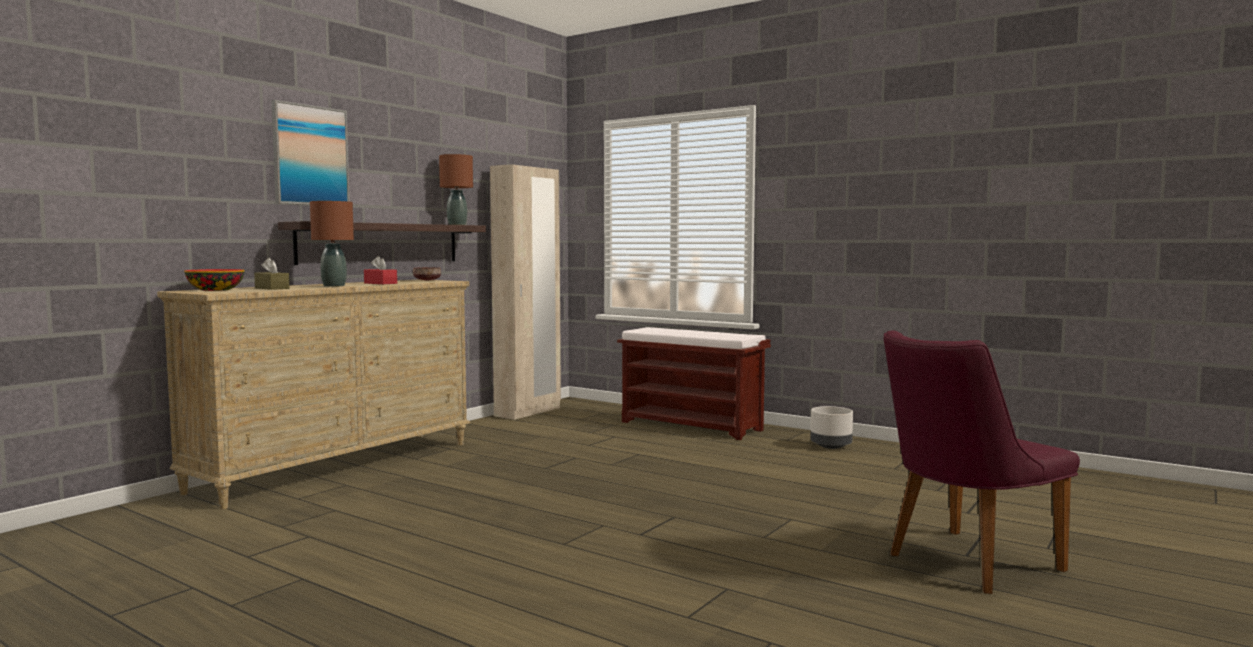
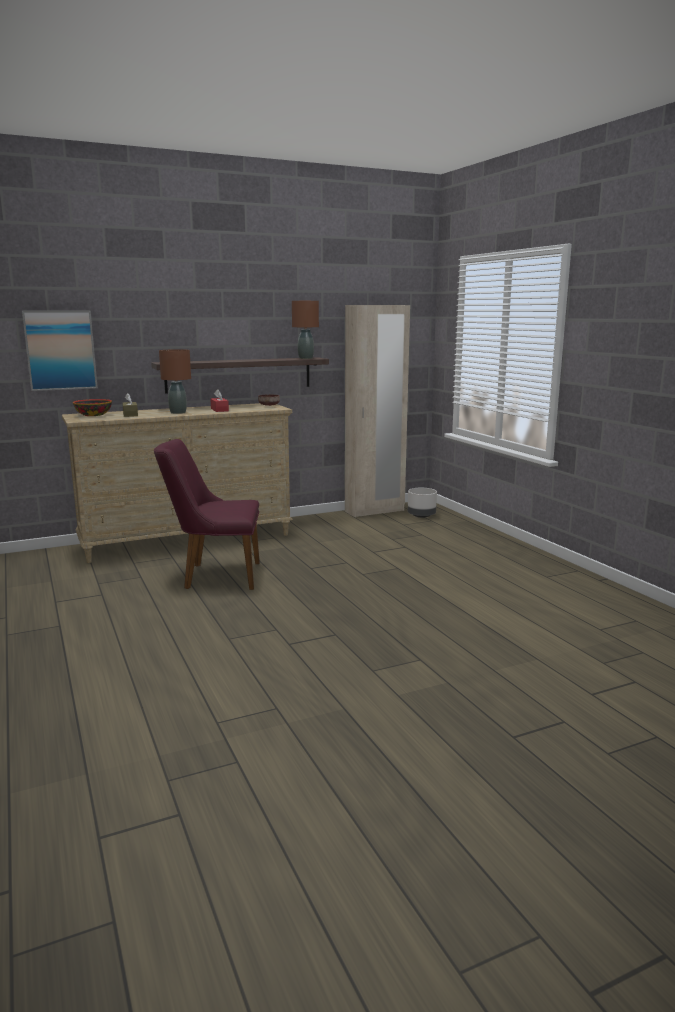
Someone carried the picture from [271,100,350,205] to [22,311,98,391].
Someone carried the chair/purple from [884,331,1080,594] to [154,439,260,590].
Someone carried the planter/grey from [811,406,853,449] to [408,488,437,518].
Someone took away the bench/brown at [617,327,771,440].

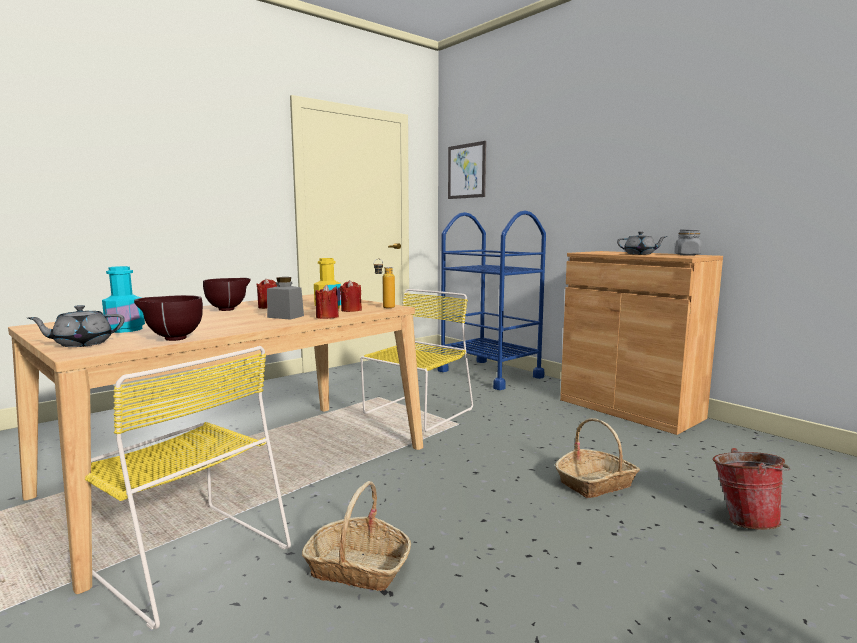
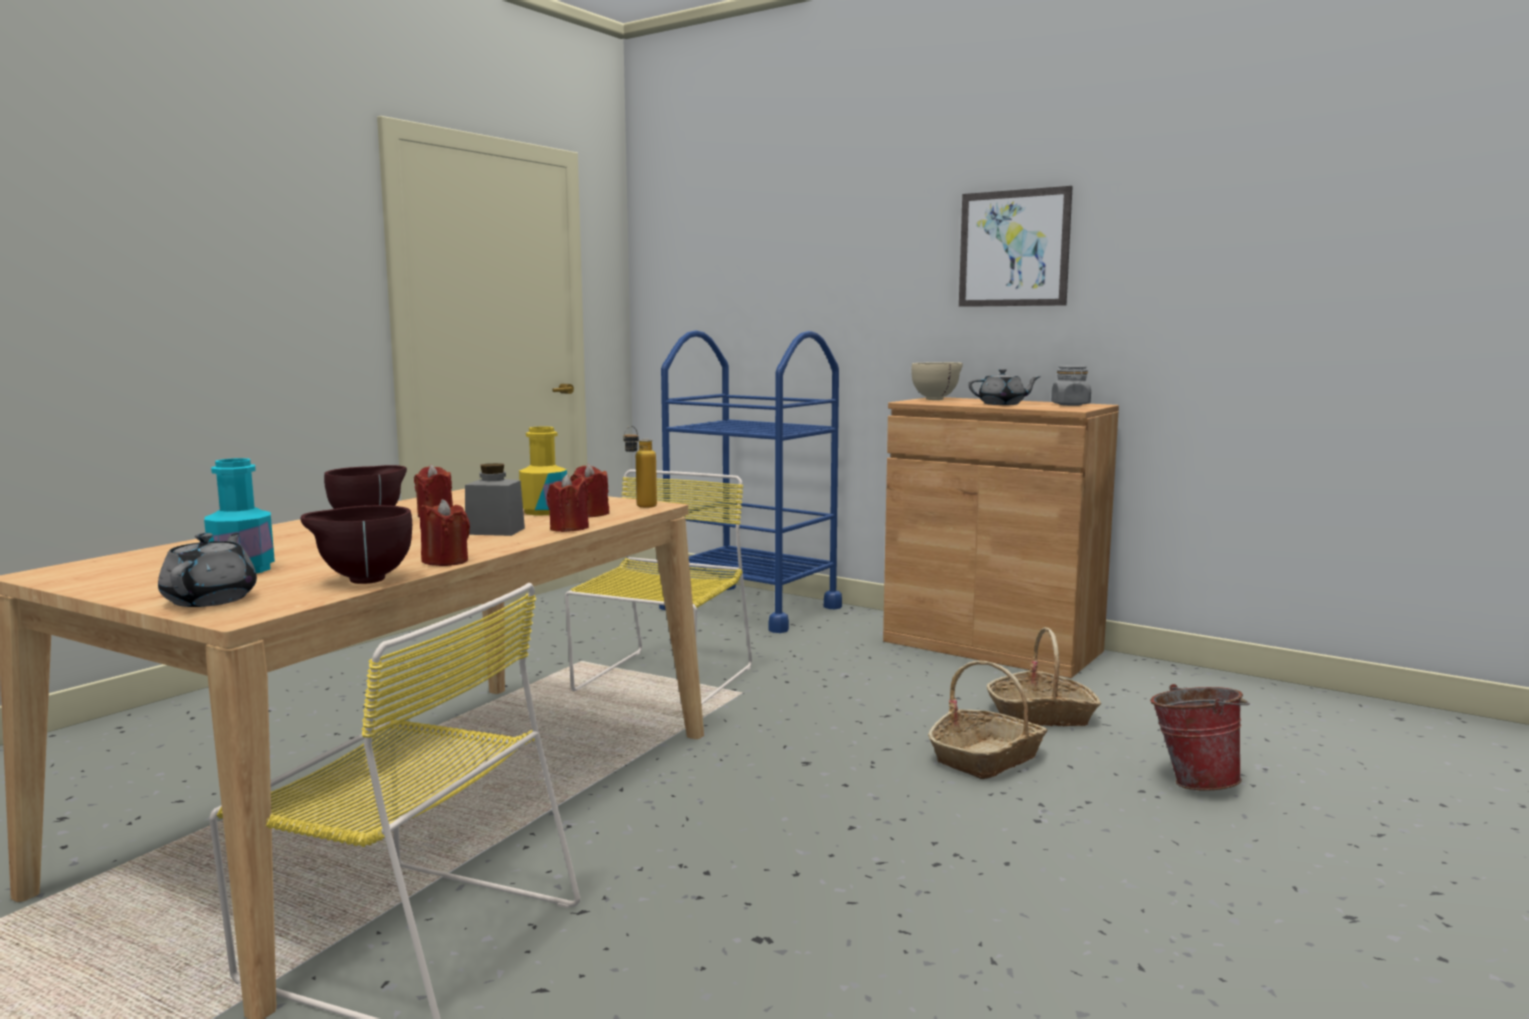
Someone rotated the teapot/grey at [28,305,125,347] by 135 degrees clockwise.
Someone put down the candle/red at [420,499,470,566].
Someone put down the bowl/beige at [911,362,963,400].
Someone carried the picture from [448,141,486,199] to [959,186,1073,307].
Someone carried the basket from [302,481,411,591] to [987,627,1102,726].

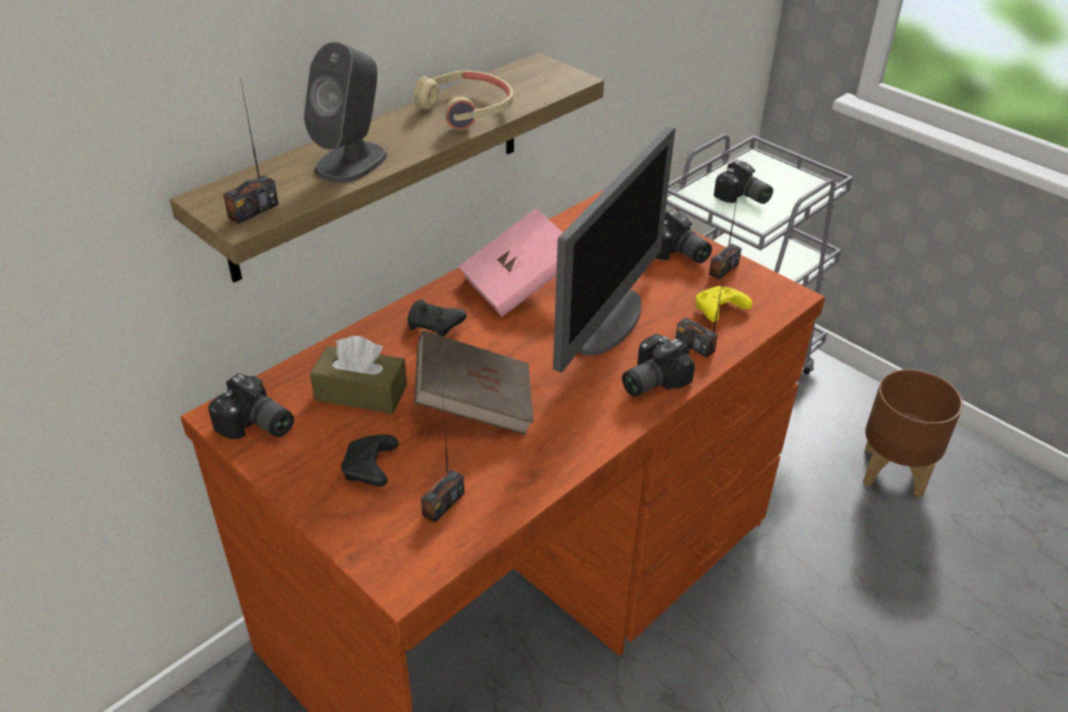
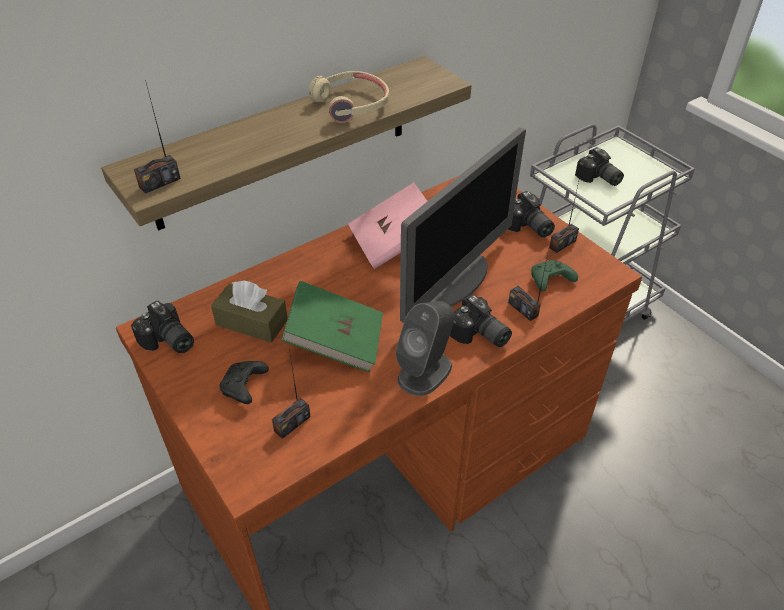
Someone repainted the book/brown at [414,331,534,435], which became the book/green at [281,281,383,372].
Someone carried the speaker/grey from [304,42,387,183] to [396,301,454,396].
Someone rotated the photo camera at [622,334,695,396] by 105 degrees counterclockwise.
Someone repainted the game controller/yellow at [696,286,753,322], which became the game controller/green at [531,260,578,291].
Someone took away the game controller/black at [407,300,467,336].
Someone took away the planter/brown at [863,369,963,498].

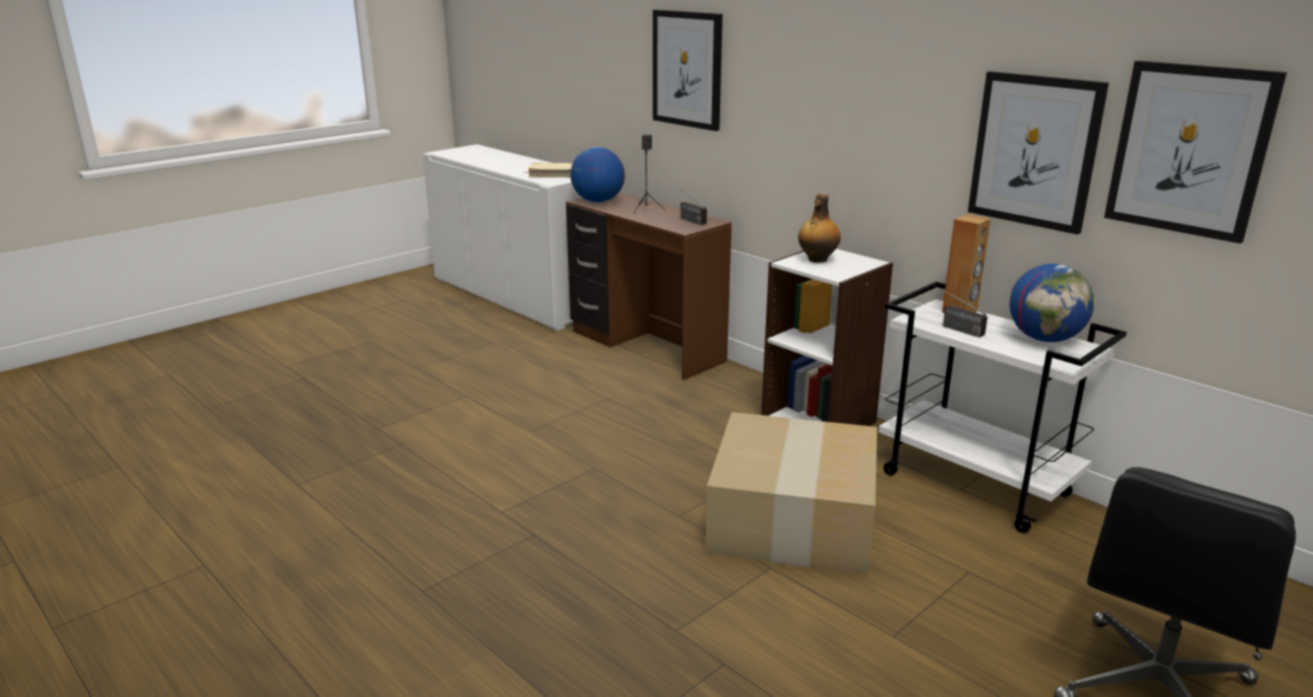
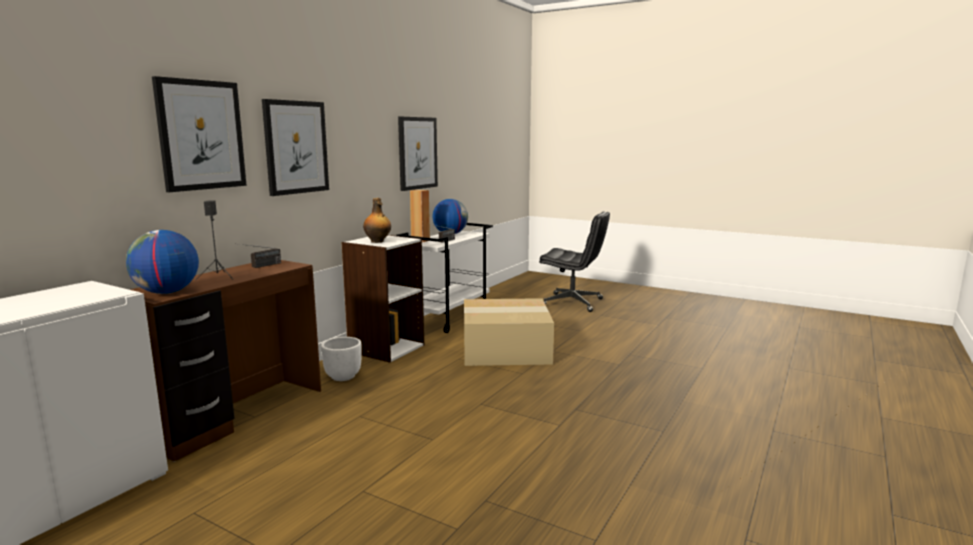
Someone carried the picture from [1104,61,1287,244] to [262,99,329,196].
Someone put down the planter/white at [321,337,362,381].
Someone took away the book/beige at [524,163,573,178].

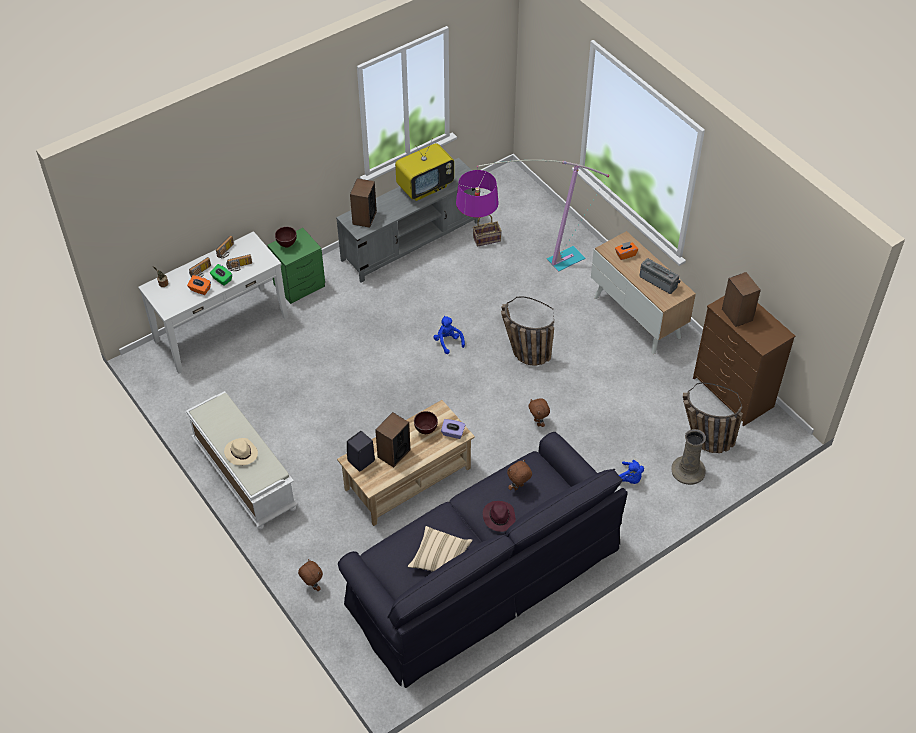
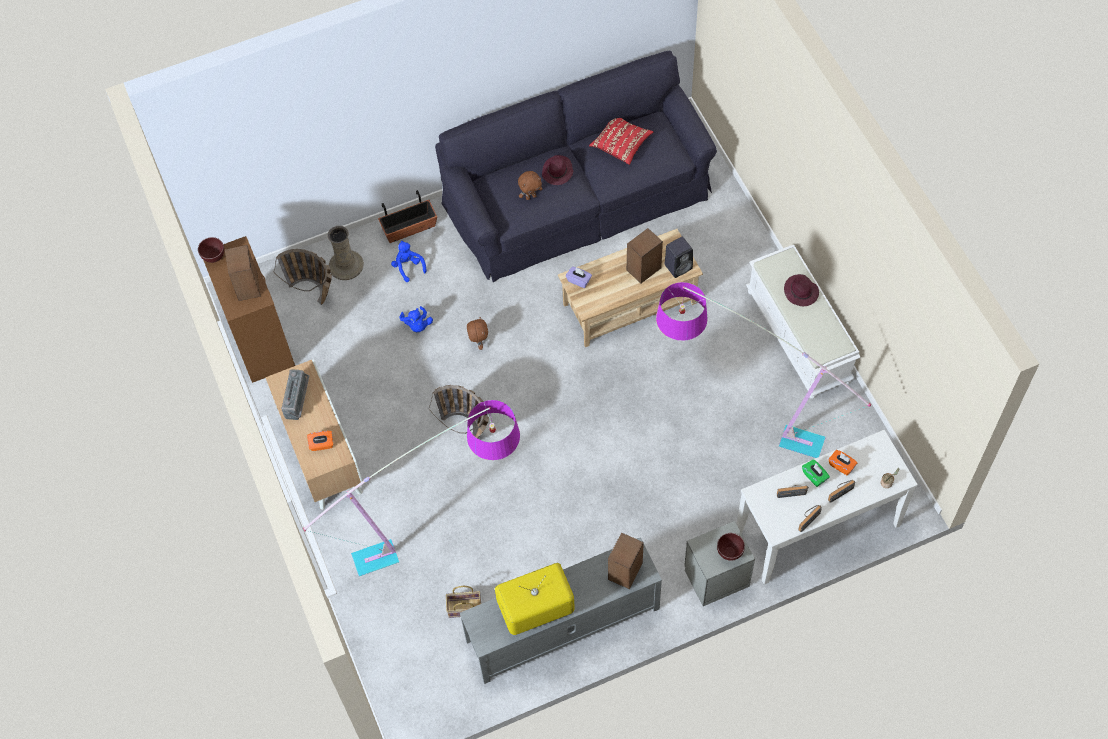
Someone carried the bowl/brown from [414,411,438,434] to [198,237,224,263].
Someone rotated the radio at [639,258,681,294] by 135 degrees counterclockwise.
Someone put down the planter at [378,190,437,243].
Someone carried the plush toy/blue from [433,316,465,354] to [400,306,433,332].
Someone repainted the pillow/beige at [408,526,472,572], which became the pillow/red at [589,118,653,165].
Someone put down the floor lamp at [656,282,871,458].
Someone repainted the nightstand/green at [267,228,325,304], which became the nightstand/grey at [684,521,755,606].
Someone repainted the hat/beige at [224,438,258,465], which became the hat/purple at [784,274,819,306].
Someone took away the plush toy/brown at [298,559,323,591].

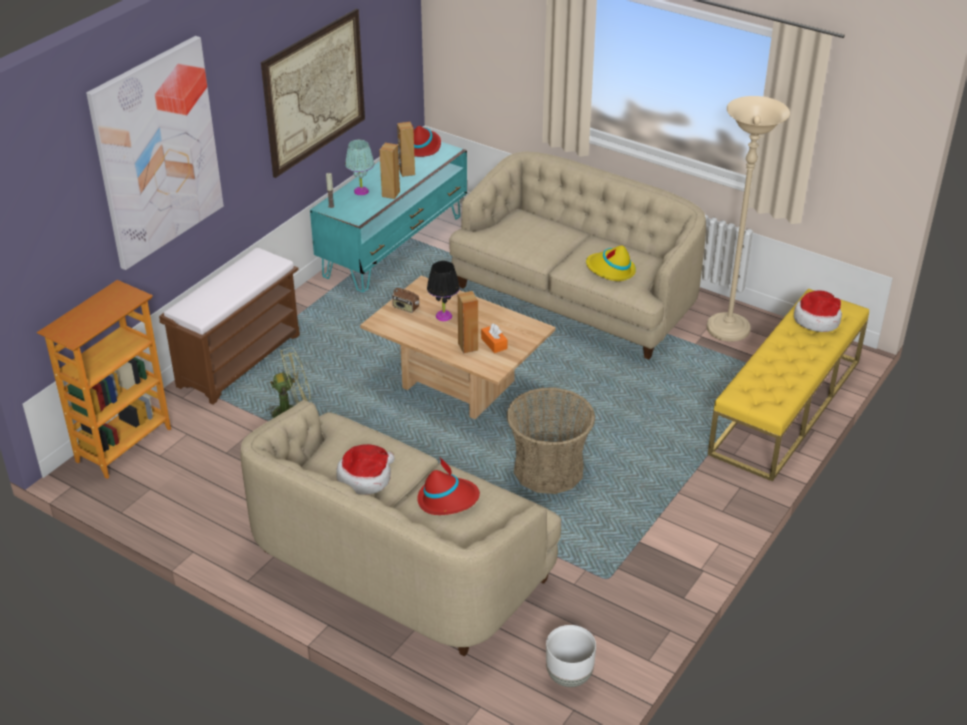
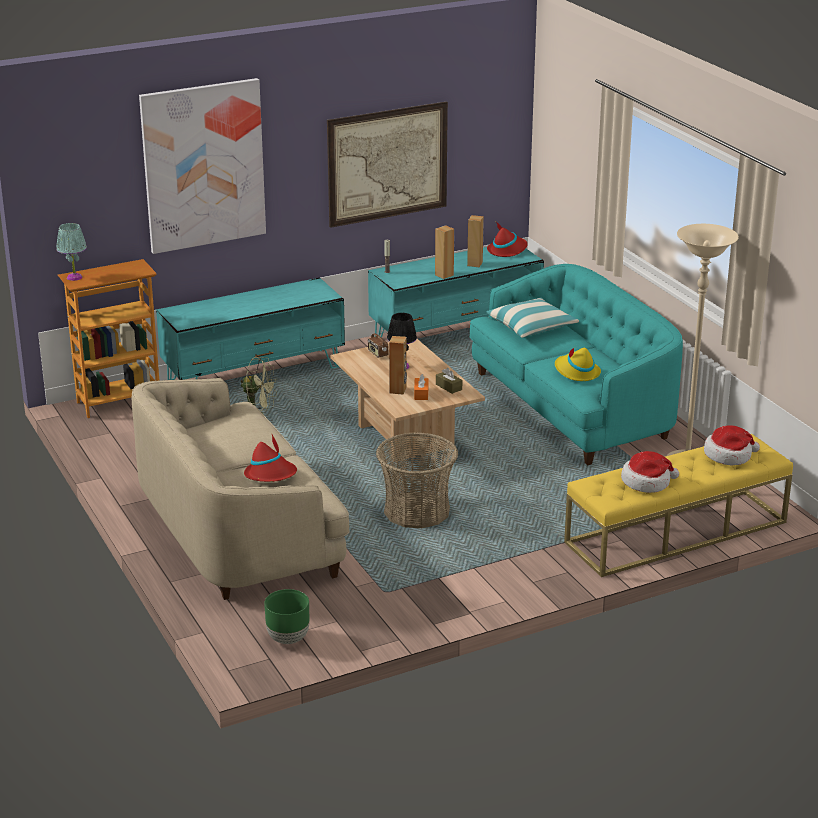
Someone carried the table lamp/turquoise from [345,140,374,195] to [56,223,87,281].
Someone swapped the bench/brown at [159,247,300,405] for the tv stand/turquoise at [156,278,345,380].
Someone repainted the planter/white at [546,625,596,687], which became the planter/green at [264,589,309,644].
Someone put down the tissue box/brown at [436,368,462,394].
Someone repainted the sofa/beige at [449,152,706,360], which became the sofa/turquoise at [469,264,683,465].
Someone put down the pillow at [487,298,579,338].
Someone carried the hat from [336,444,395,495] to [621,451,679,493].

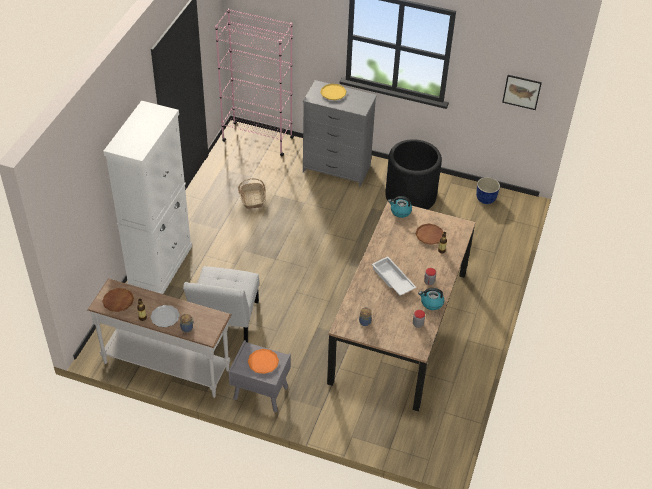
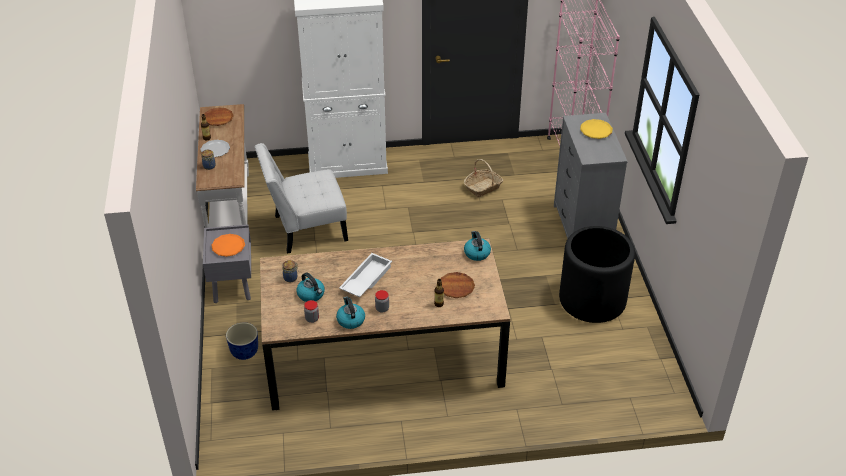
Someone carried the planter from [476,177,500,204] to [226,323,258,360].
Someone put down the kettle at [297,272,325,302].
Someone took away the picture at [502,75,542,110].

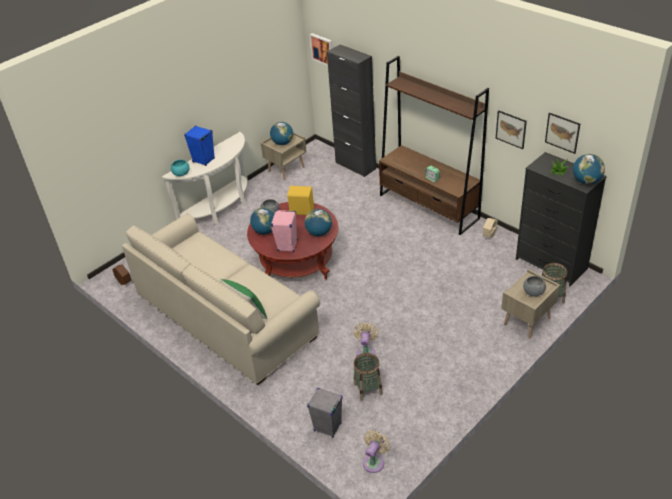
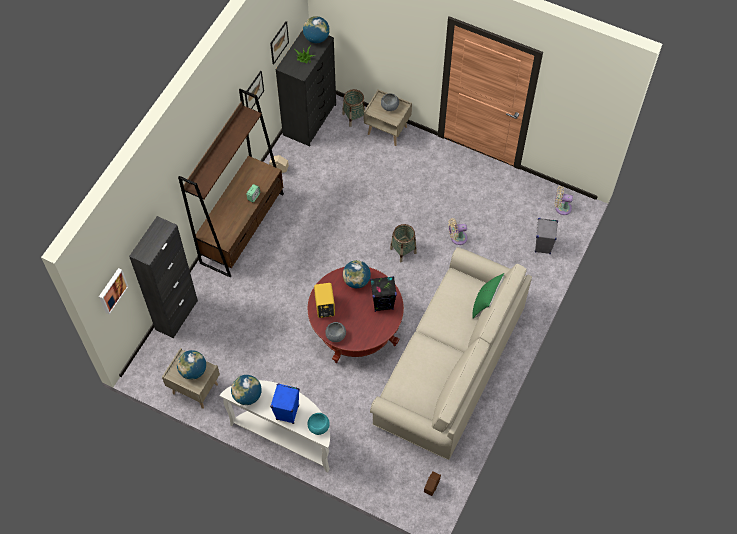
Someone carried the globe from [250,207,275,234] to [231,375,262,405].
Someone repainted the speaker/pink at [271,210,298,252], which became the speaker/black at [370,276,397,312].
Someone carried the basket from [353,353,383,401] to [390,224,417,262].

